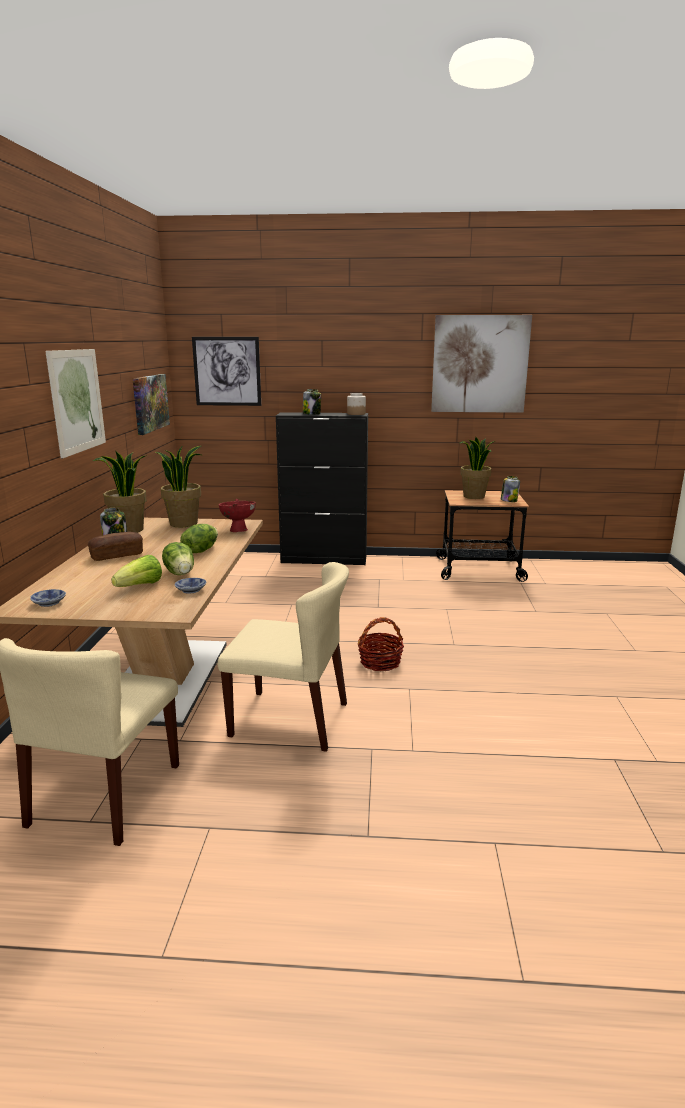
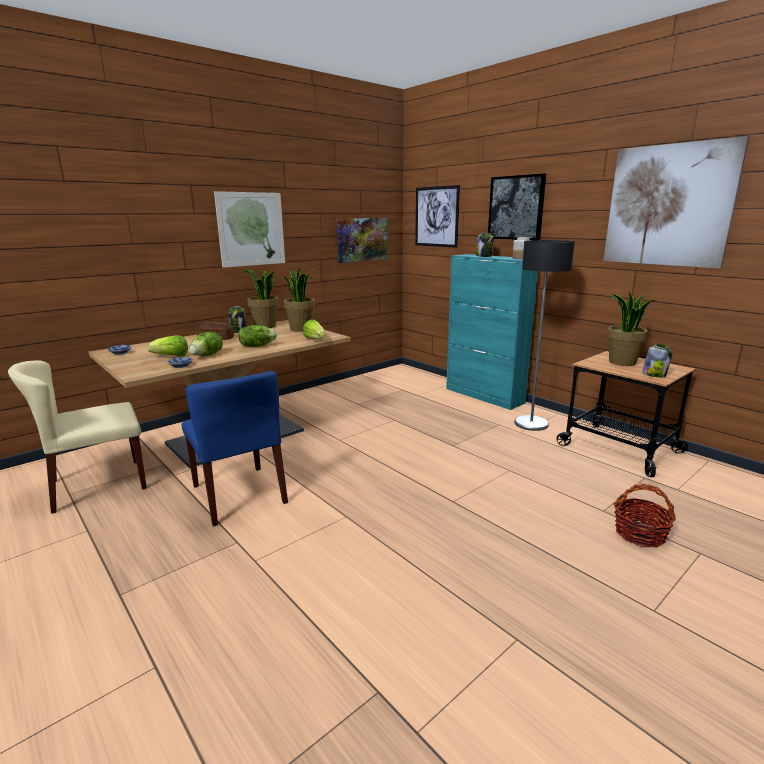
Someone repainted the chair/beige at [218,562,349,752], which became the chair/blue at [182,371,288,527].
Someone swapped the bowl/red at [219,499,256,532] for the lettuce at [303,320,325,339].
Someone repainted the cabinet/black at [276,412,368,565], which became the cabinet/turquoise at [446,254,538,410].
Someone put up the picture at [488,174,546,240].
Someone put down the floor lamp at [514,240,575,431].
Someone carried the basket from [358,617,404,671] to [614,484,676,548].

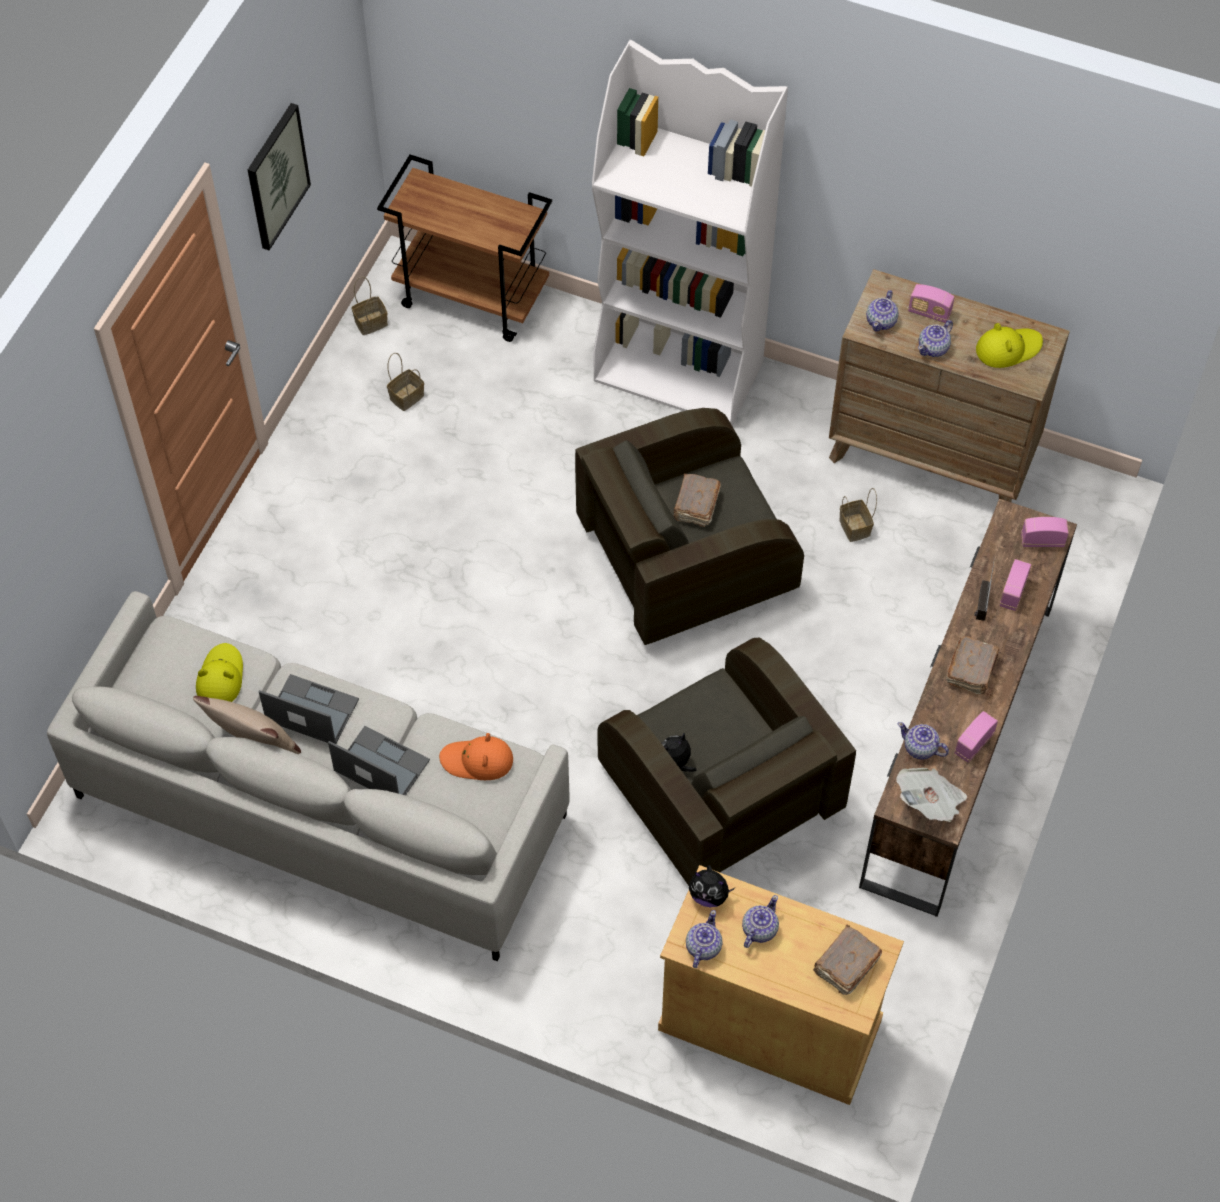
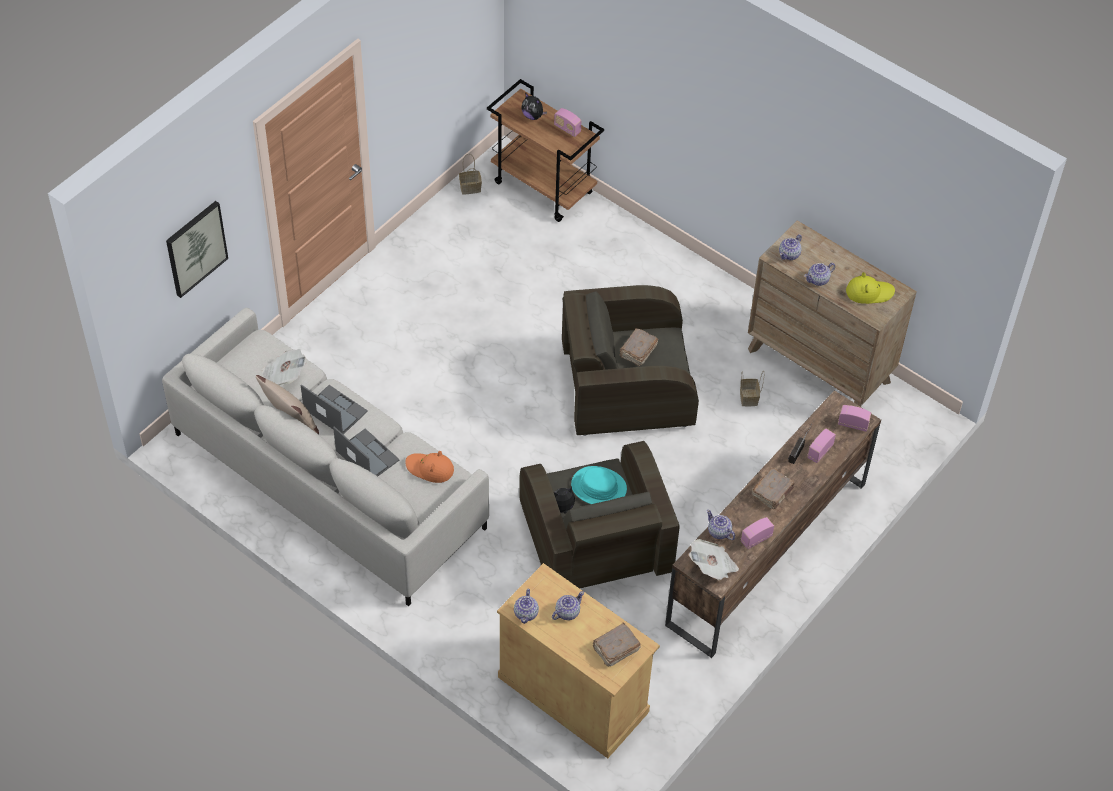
Someone carried the picture from [248,103,311,250] to [166,201,228,298].
Someone swapped the hat/yellow at [196,643,243,702] for the newspaper at [262,349,306,386].
Someone rotated the teapot at [686,910,723,968] by 150 degrees clockwise.
Someone carried the plush toy from [689,865,735,907] to [522,93,547,120].
Someone carried the radio from [908,284,955,323] to [554,108,582,137].
Someone put down the hat/turquoise at [571,466,627,504].
Someone took away the basket at [387,353,424,411].
Someone took away the bookcase/white at [592,40,788,426].

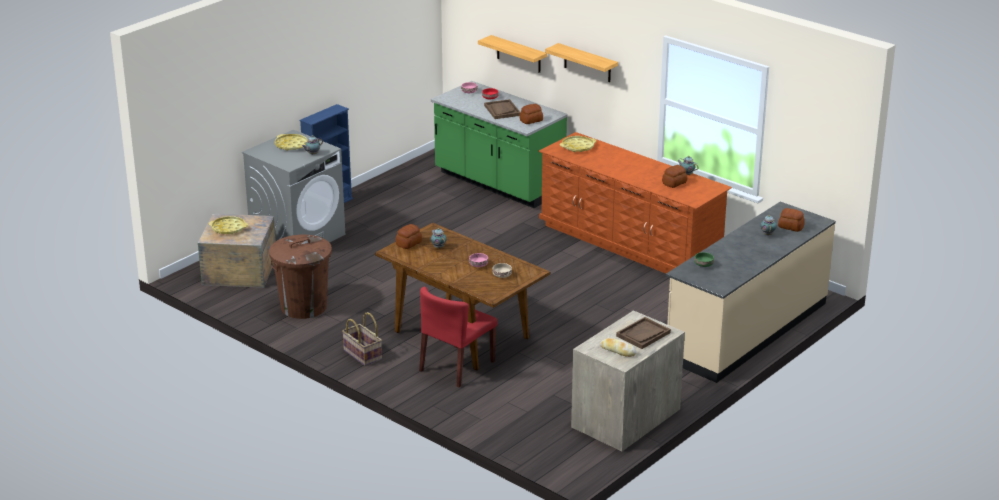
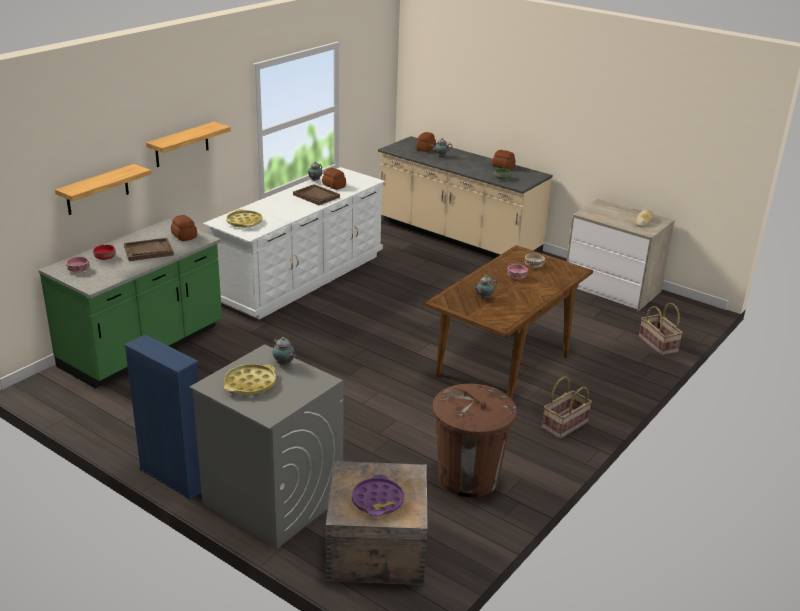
Someone repainted the dresser/brown at [539,132,732,273], which became the dresser/white at [203,167,385,320].
Someone carried the tray/brown from [616,317,671,349] to [293,184,340,205].
Someone repainted the tray/yellow at [209,216,248,234], which became the tray/purple at [352,475,404,517].
Someone carried the bread from [396,224,422,249] to [492,150,515,170].
Someone put down the basket at [639,303,683,356].
Someone took away the chair/red at [419,287,498,387].

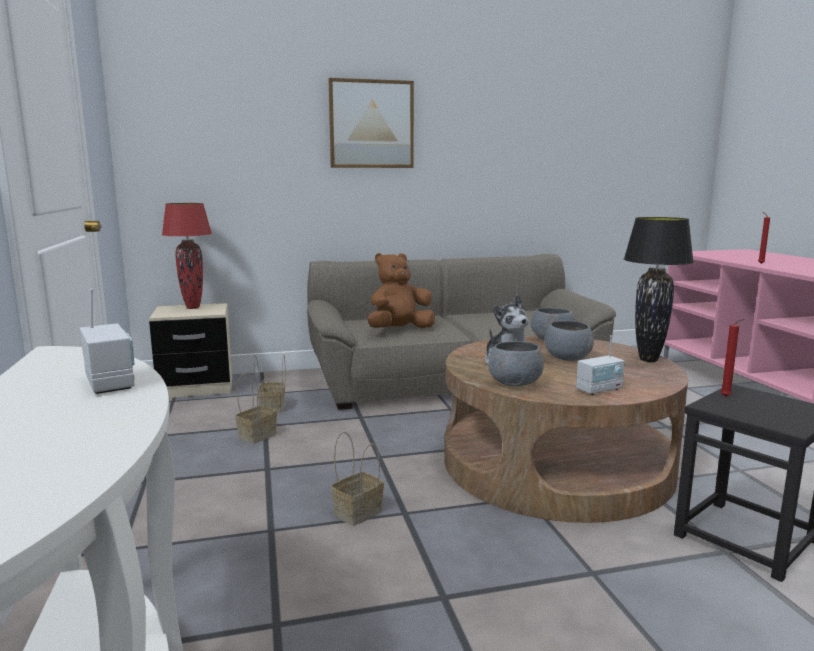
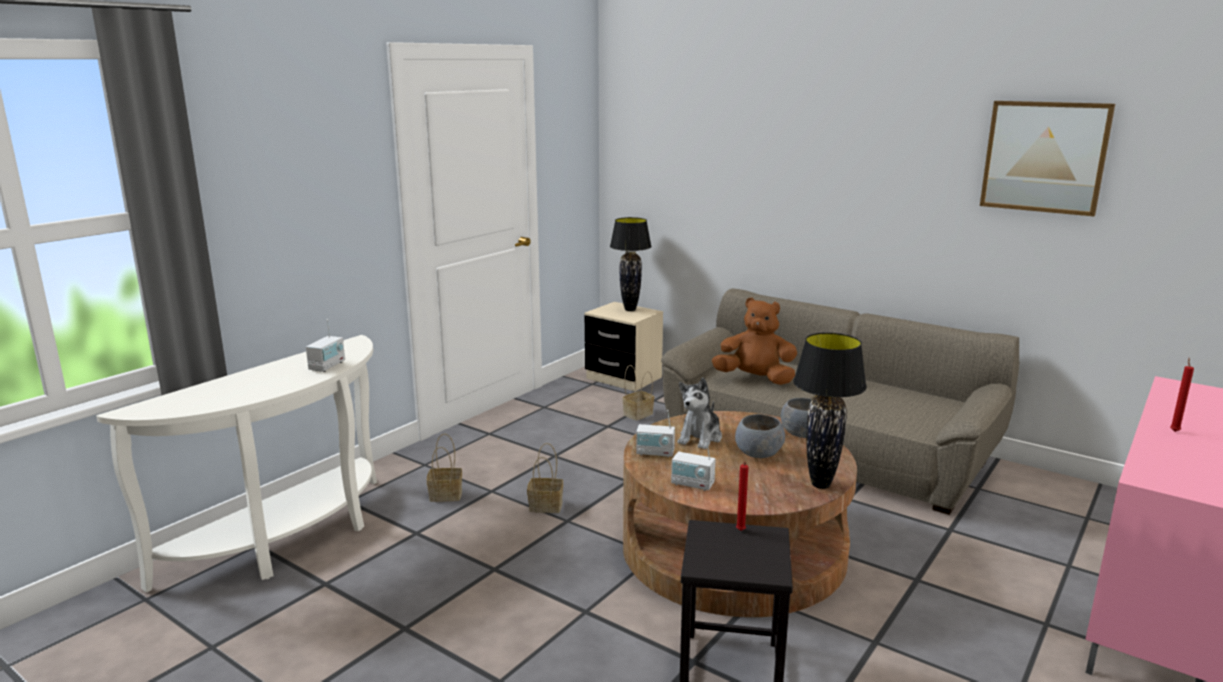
Someone carried the basket from [235,374,277,444] to [427,434,462,502].
Someone repainted the table lamp/red at [162,203,212,309], which became the table lamp/black at [610,217,652,311].
Someone swapped the bowl/grey at [488,341,544,386] for the radio at [636,410,675,458].
Someone carried the picture from [328,78,414,168] to [980,101,1115,216].

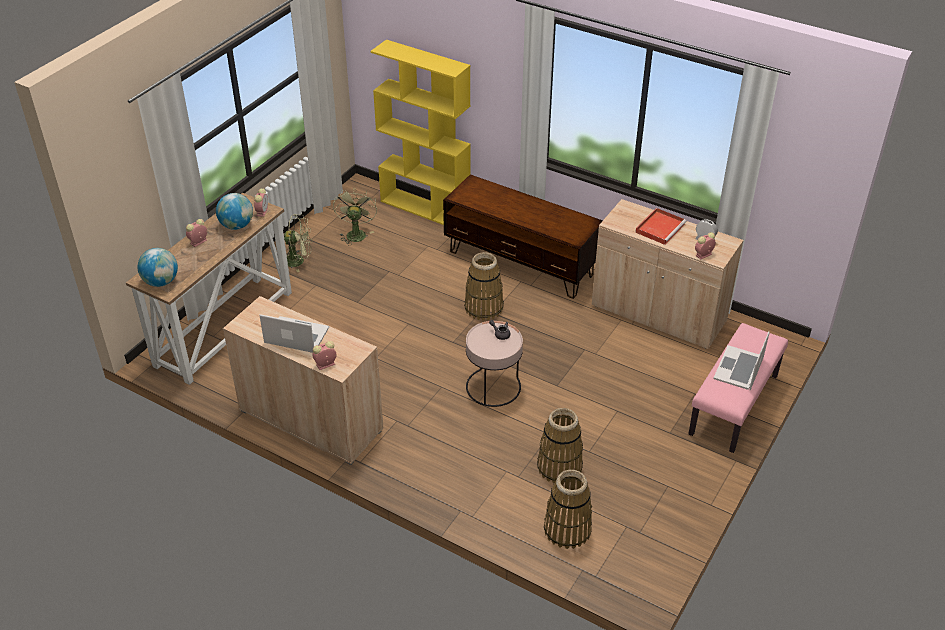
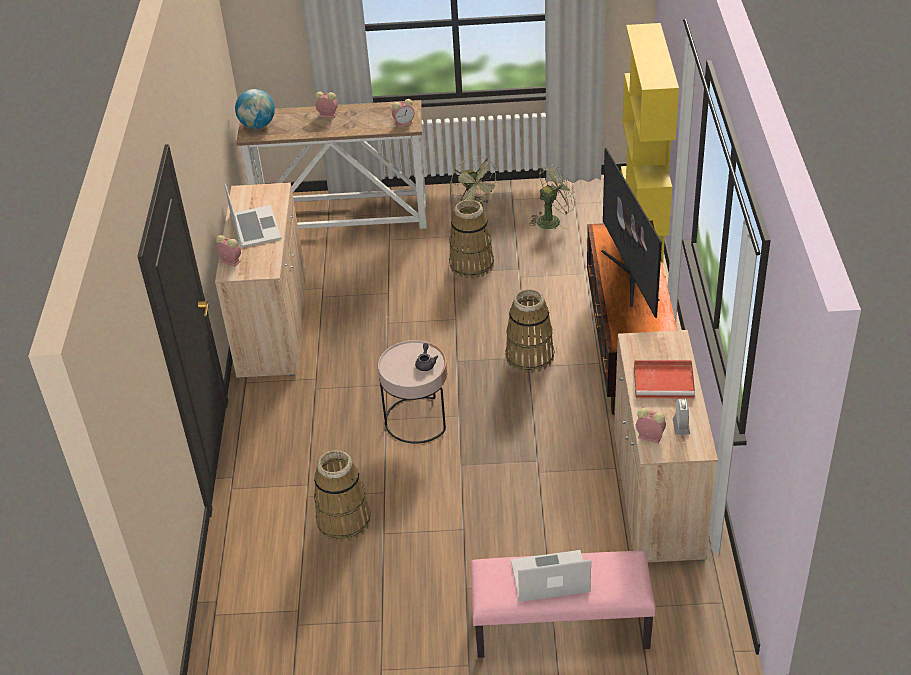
Someone carried the basket from [544,470,592,549] to [449,200,494,279].
Someone put down the television at [601,148,662,318].
Someone took away the globe at [216,193,253,230].

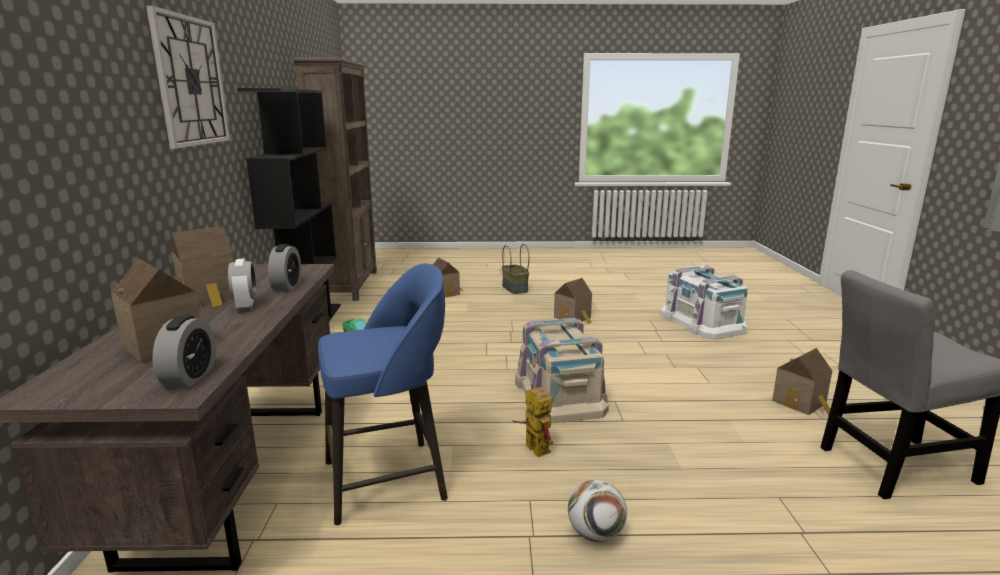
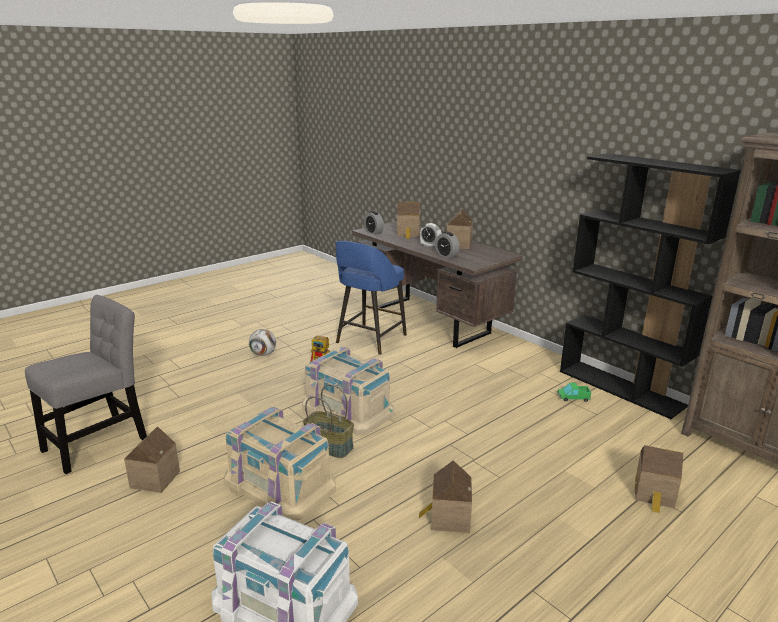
Someone put down the storage box/beige at [224,407,336,520].
Someone carried the basket from [502,244,529,294] to [303,384,354,458].
Someone took away the wall clock at [146,6,230,149].

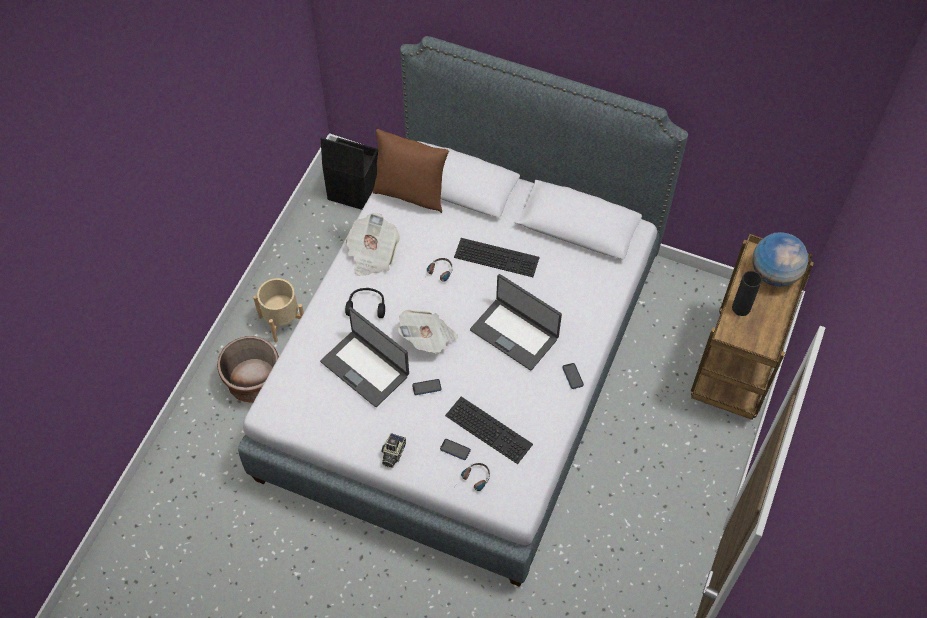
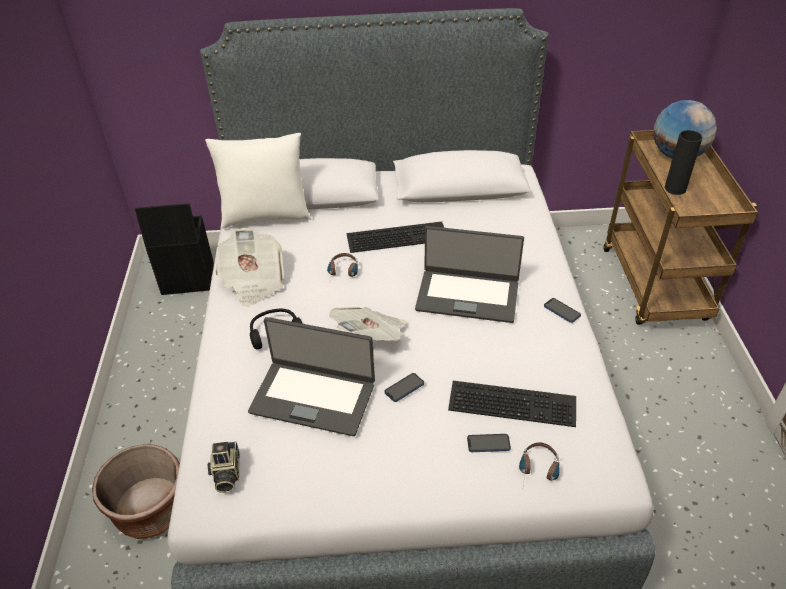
Someone repainted the pillow/brown at [373,129,449,213], which became the pillow/white at [205,133,311,229].
Someone carried the photo camera from [381,433,406,468] to [207,441,240,493].
Someone took away the planter/beige at [253,278,304,342].

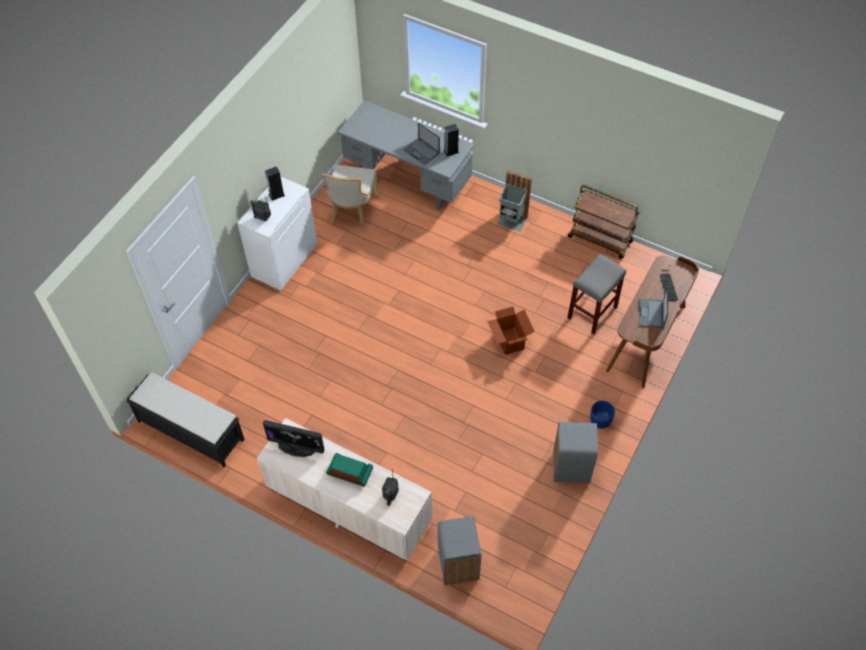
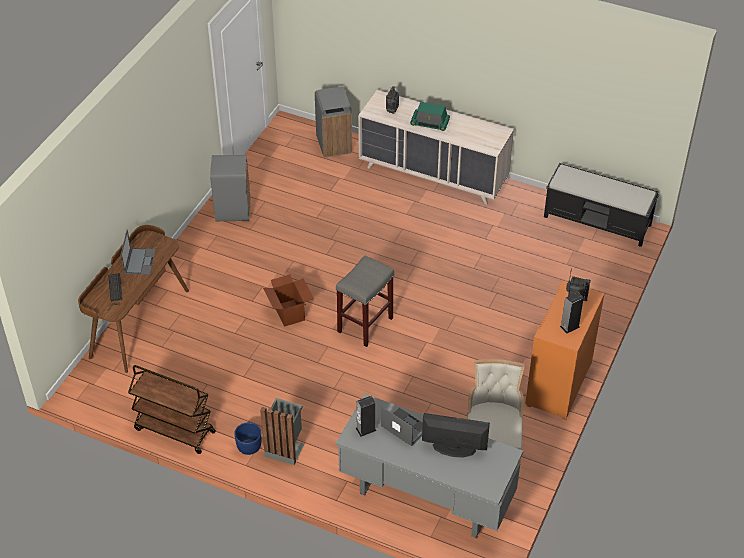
Someone carried the planter/blue from [590,400,615,429] to [234,422,261,455].
Someone carried the stool/grey from [567,254,626,334] to [336,255,394,347].
Someone carried the monitor from [263,420,325,457] to [422,413,490,457].
Someone repainted the cabinet/white at [237,177,317,291], which became the cabinet/orange at [525,281,604,420].

